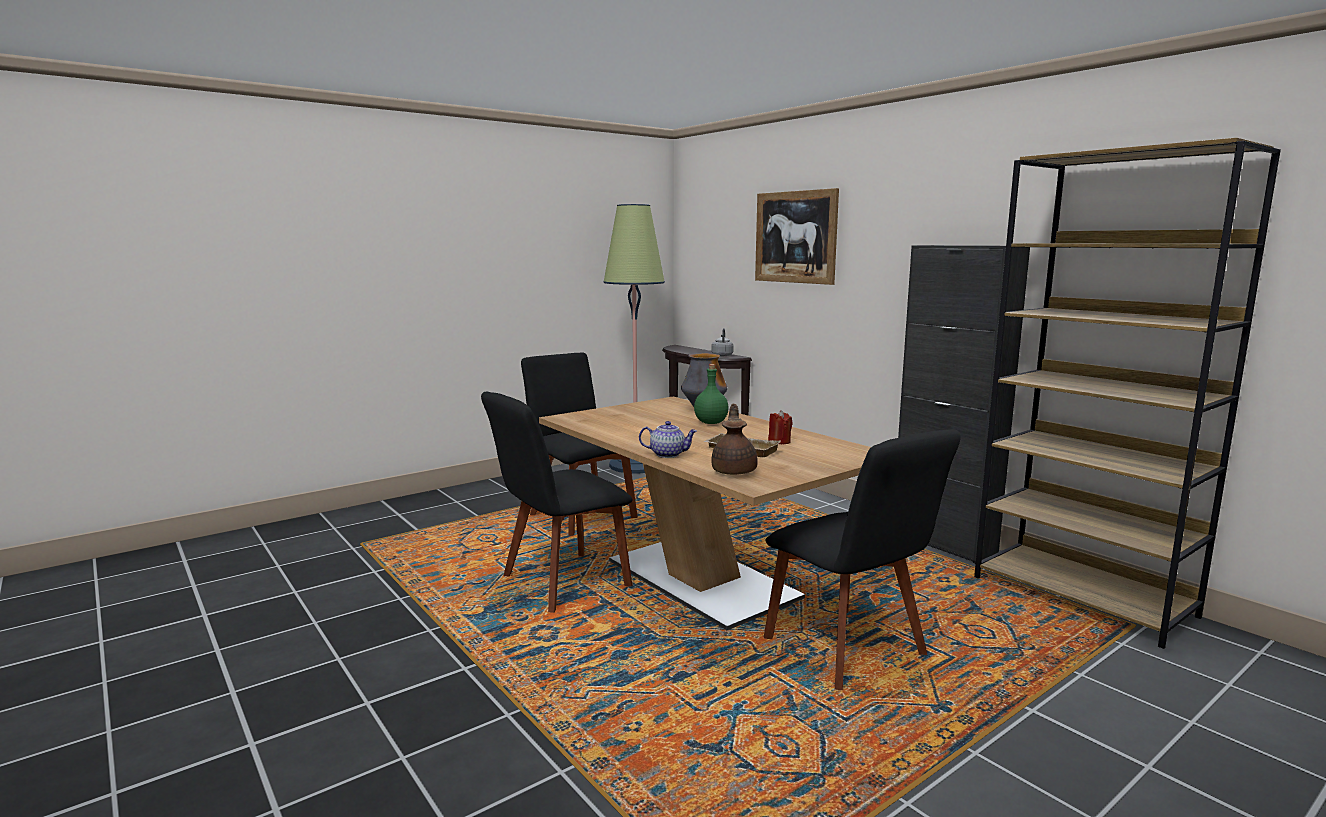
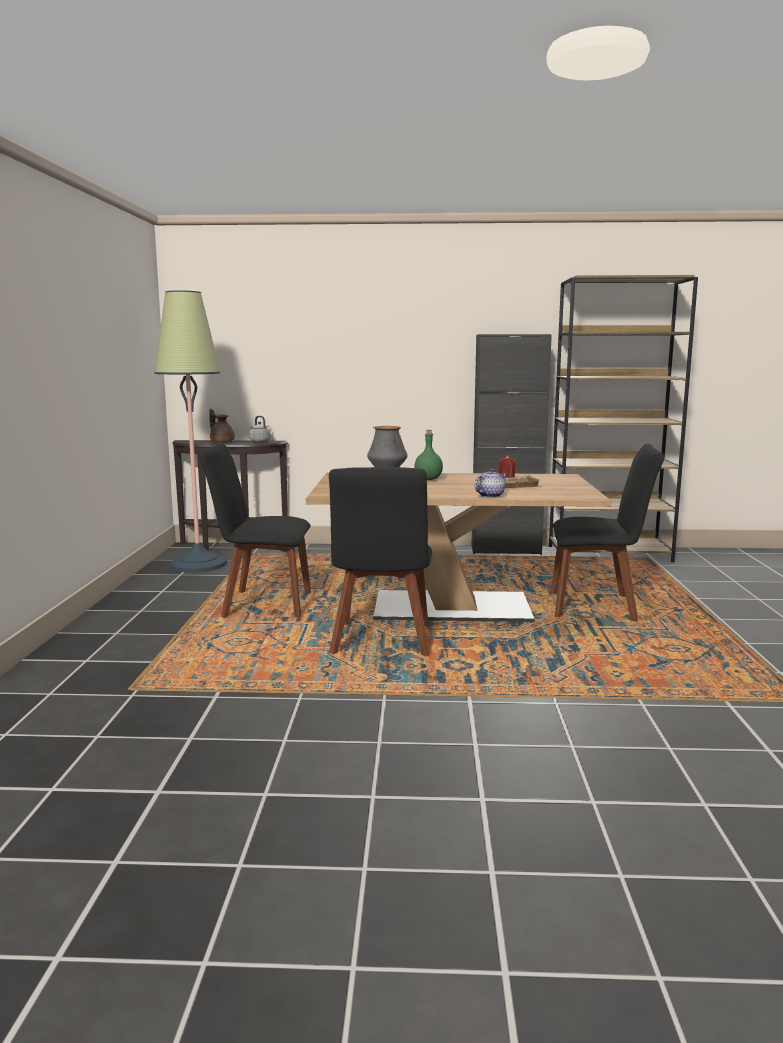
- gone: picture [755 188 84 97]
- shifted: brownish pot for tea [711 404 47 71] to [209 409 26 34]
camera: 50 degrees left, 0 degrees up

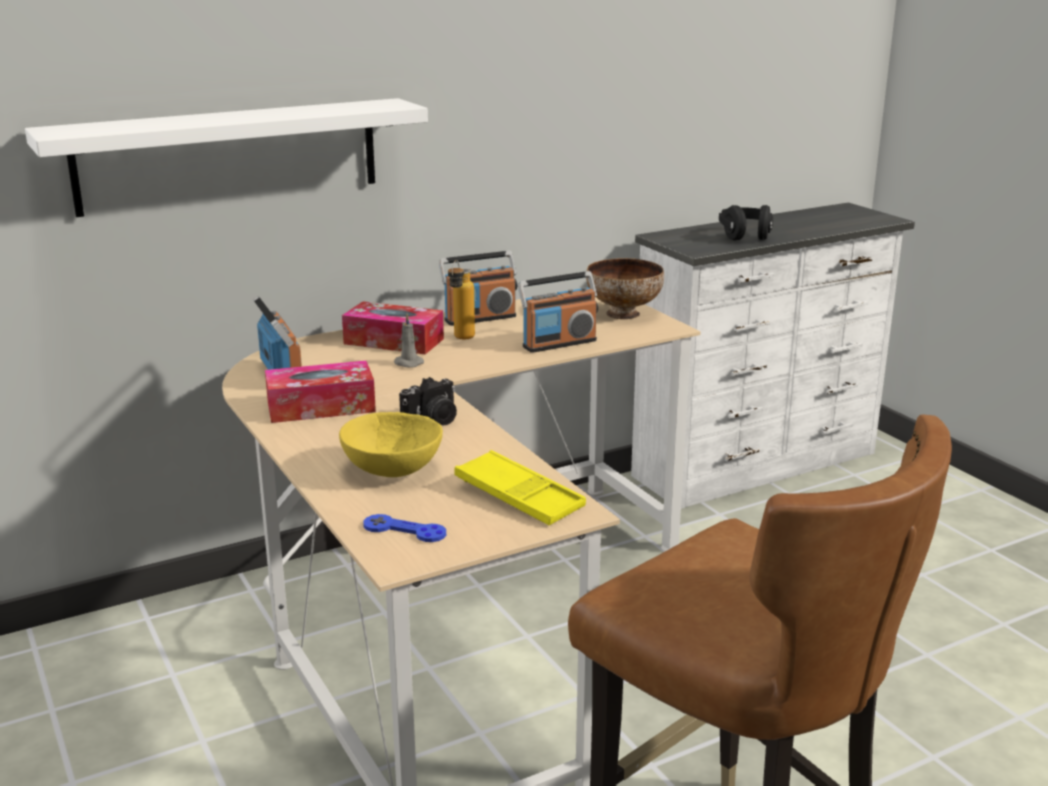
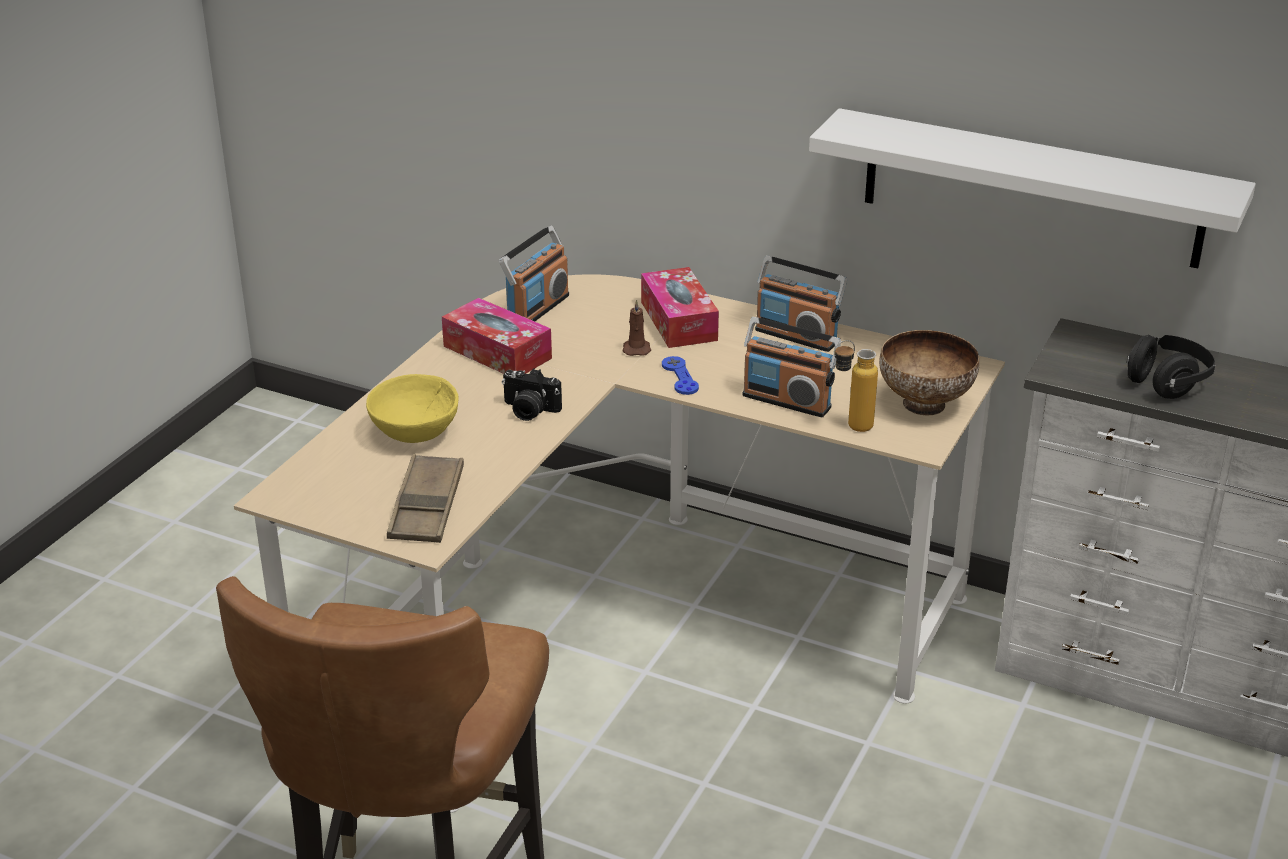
- shifted: whitish shelf [25 98 403 119] to [809 108 447 160]
- shifted: blue gamepad [363 514 83 28] to [662 356 37 39]
- shifted: drink bottle [448 260 27 79] to [834 340 44 92]
- repainted: gray candle [394 314 30 54] to brownish candle [622 299 29 57]
- repainted: yellow-coloured carrying tray [454 450 132 75] to brownish carrying tray [387 454 77 89]
camera: 55 degrees right, 10 degrees up

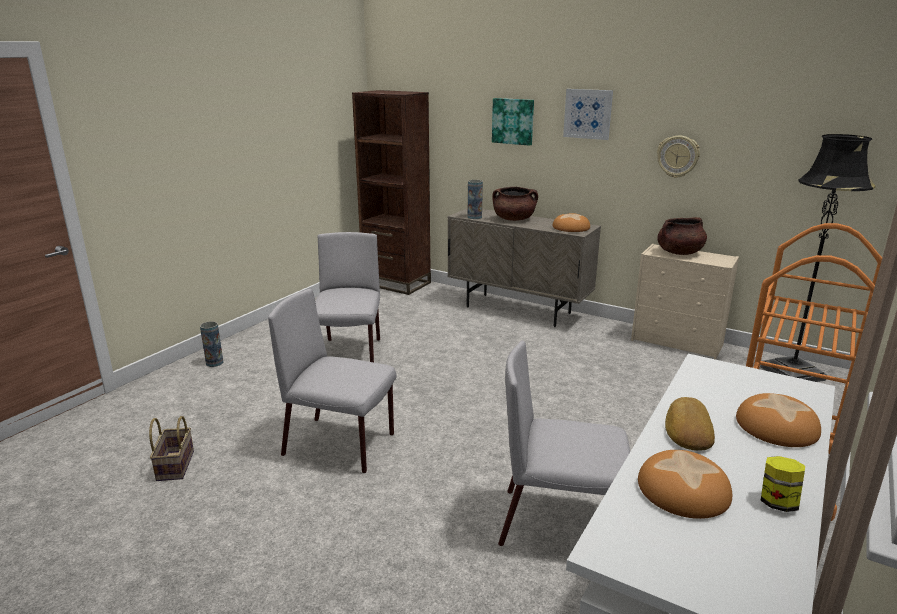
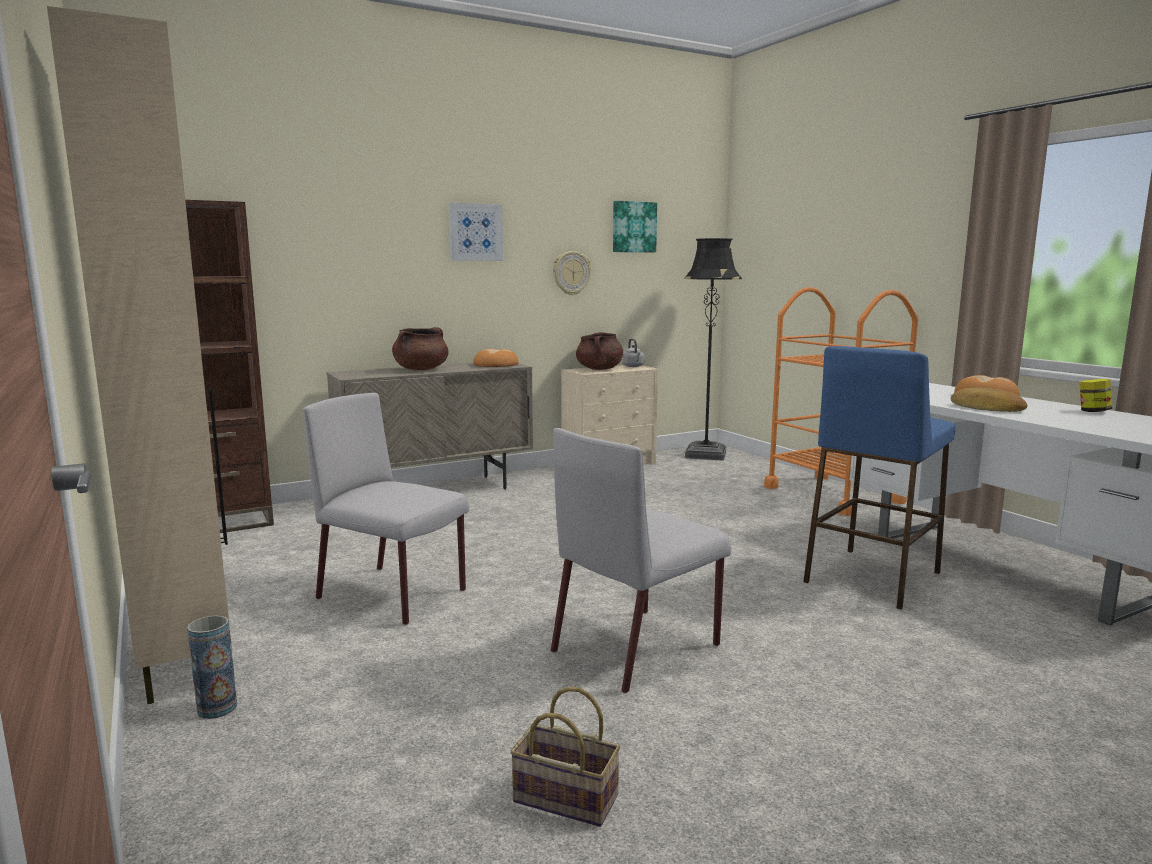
- gone: decorative vase [468 180 15 39]
- gone: bakery bread [638 450 94 69]
- new: beige-coloured cabinet [47 6 185 699]
- new: gray tea kettle [622 339 23 28]
- shifted: picture [492 98 42 48] to [613 201 44 51]
- swapped: gray chair [498 341 132 205] to blue stool seat [803 346 153 263]
camera: 60 degrees left, 10 degrees down

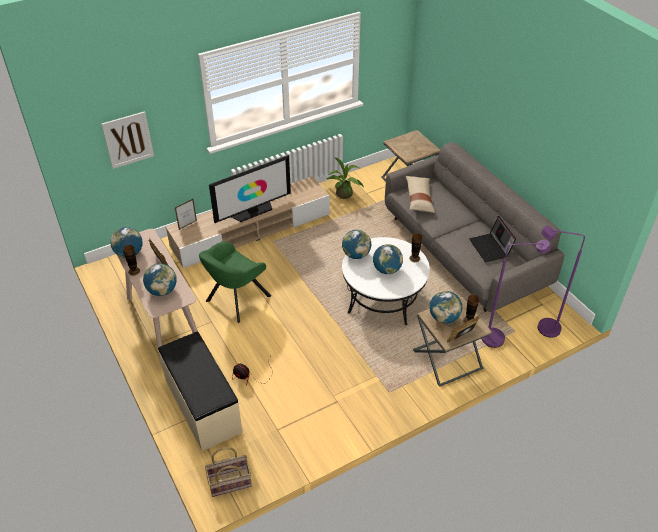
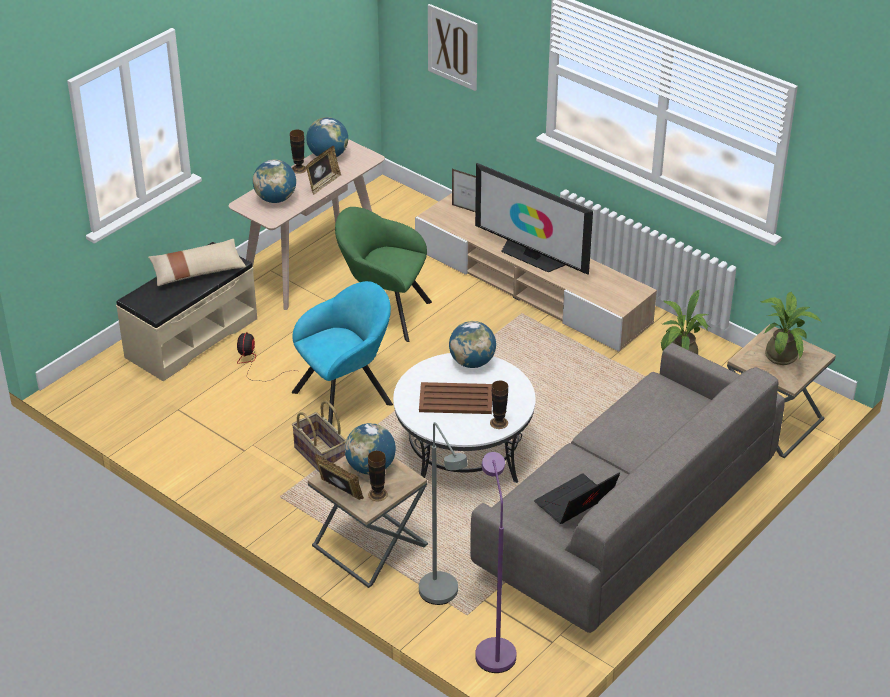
- new: blue-green armchair [292 281 101 144]
- new: plant in a pot [760 292 61 73]
- shifted: household basket [205 447 47 50] to [292 401 54 70]
- shifted: beige-coloured cushion [406 176 29 37] to [148 239 98 47]
- swapped: world globe [373 244 30 30] to brownish carrying tray [419 382 73 32]
- repainted: purplish standing lamp [482 240 69 108] to gray standing lamp [419 422 49 183]
camera: 70 degrees right, 5 degrees down

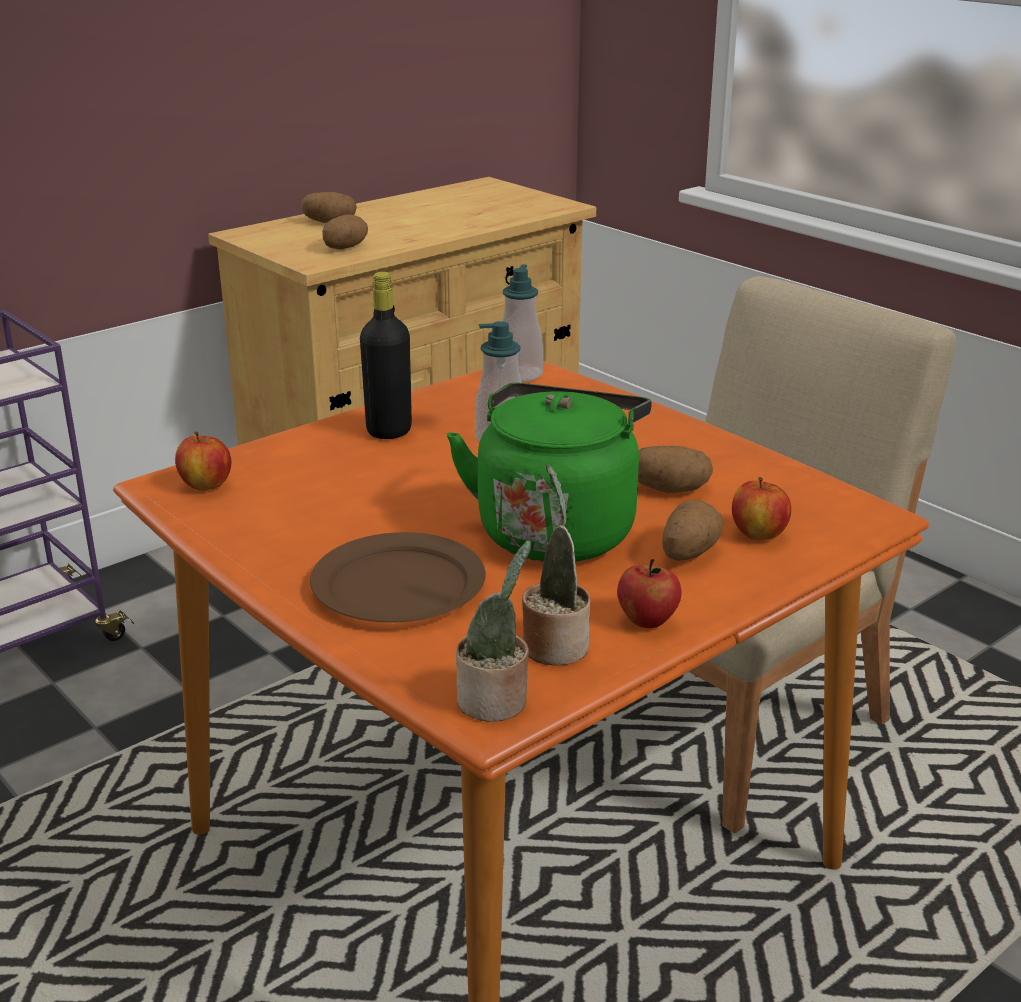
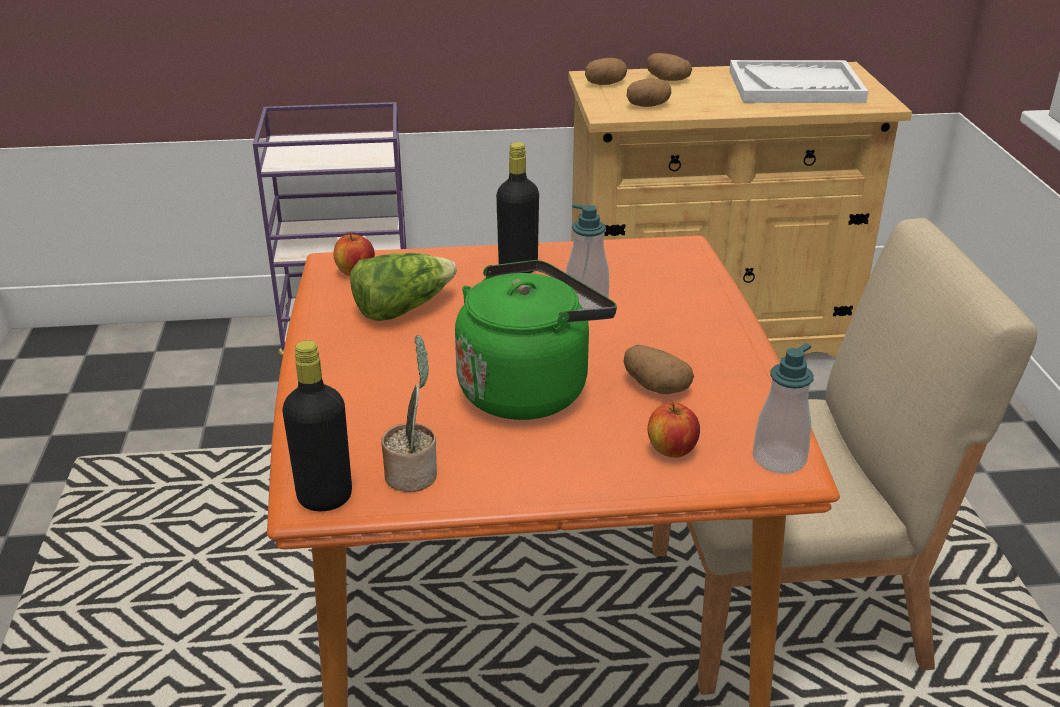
- gone: brownish flat dish [310 532 176 91]
- gone: whole apple [617 559 65 69]
- new: lettuce [350 253 107 68]
- new: whitish carrying tray [729 60 139 43]
- shifted: soap bottle [502 264 41 118] to [753 343 61 131]
- shifted: spud [662 500 61 61] to [585 58 42 27]
- swapped: plant in a pot [456 540 75 182] to black-coloured drink bottle [282 340 70 171]
camera: 35 degrees right, 5 degrees up

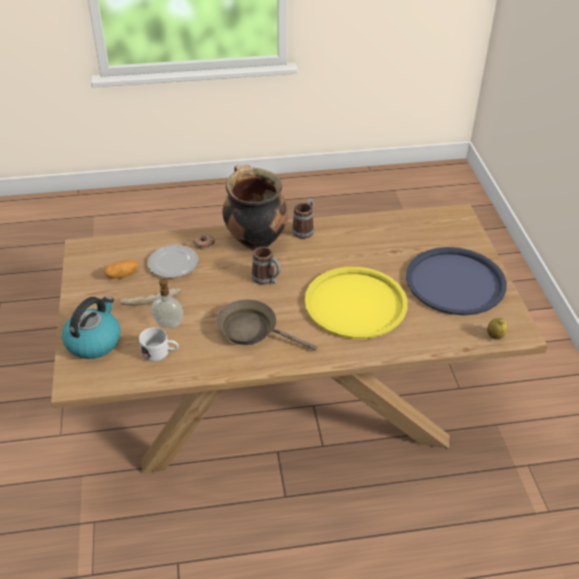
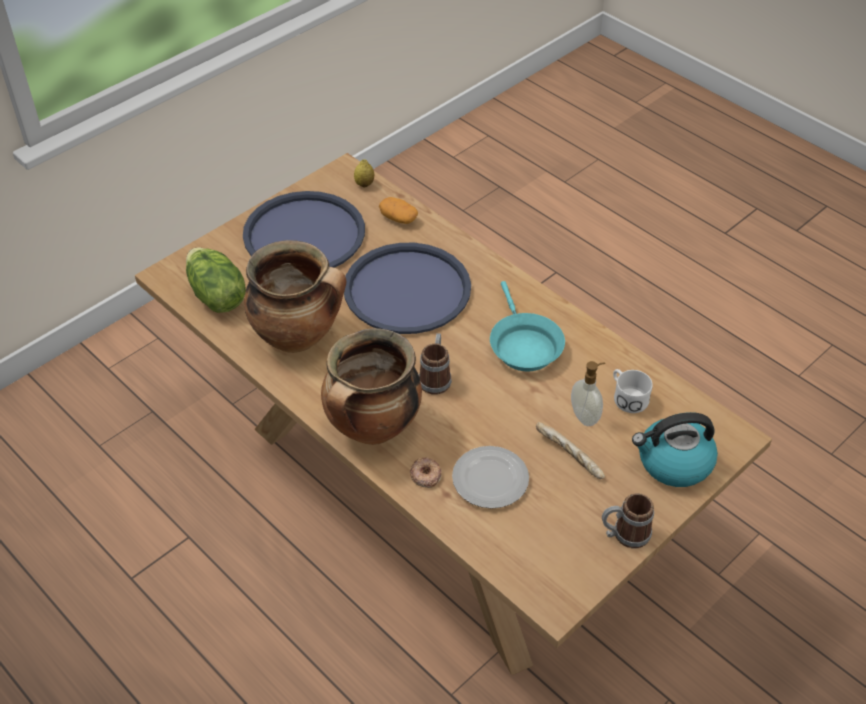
- new: lettuce [186 247 60 66]
- new: saucepot [244 240 102 113]
- shifted: spud [104 259 34 20] to [379 197 39 27]
- shifted: mug [292 198 22 41] to [602 493 52 55]
- repainted: brownish pan [217 300 100 50] to blue-green pan [490 281 75 90]
- repainted: yellow-coloured carrying tray [305 267 103 72] to blue carrying tray [344 243 127 91]
camera: 125 degrees left, 5 degrees up

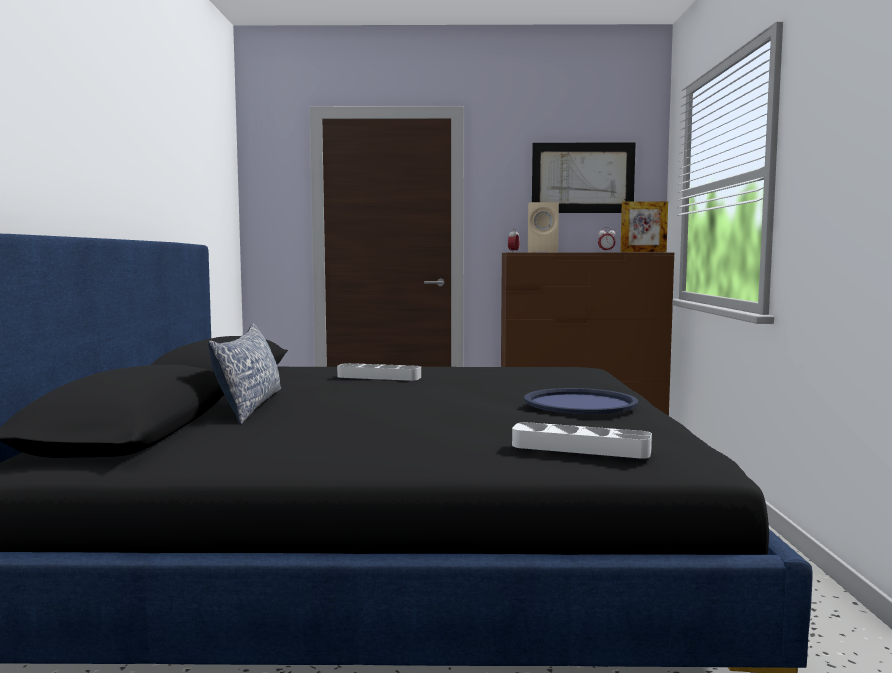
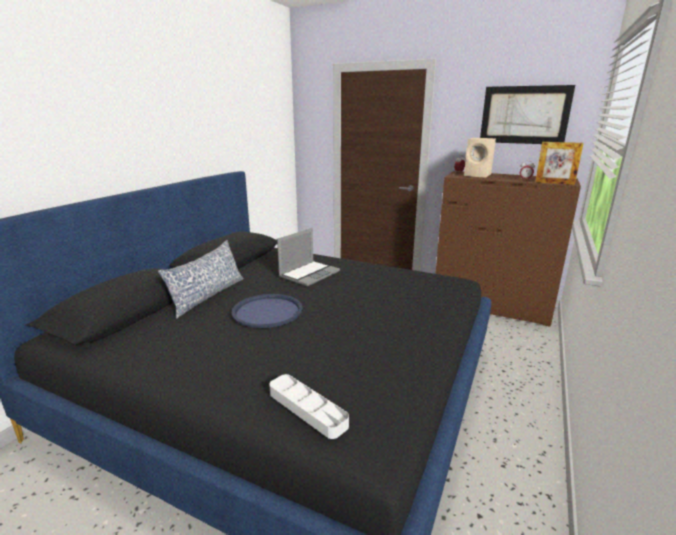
- shifted: blue carrying tray [524 388 114 26] to [231 294 72 34]
- swapped: gray carrying tray [337 363 84 18] to portable computer [277 228 63 58]
camera: 25 degrees right, 15 degrees up

